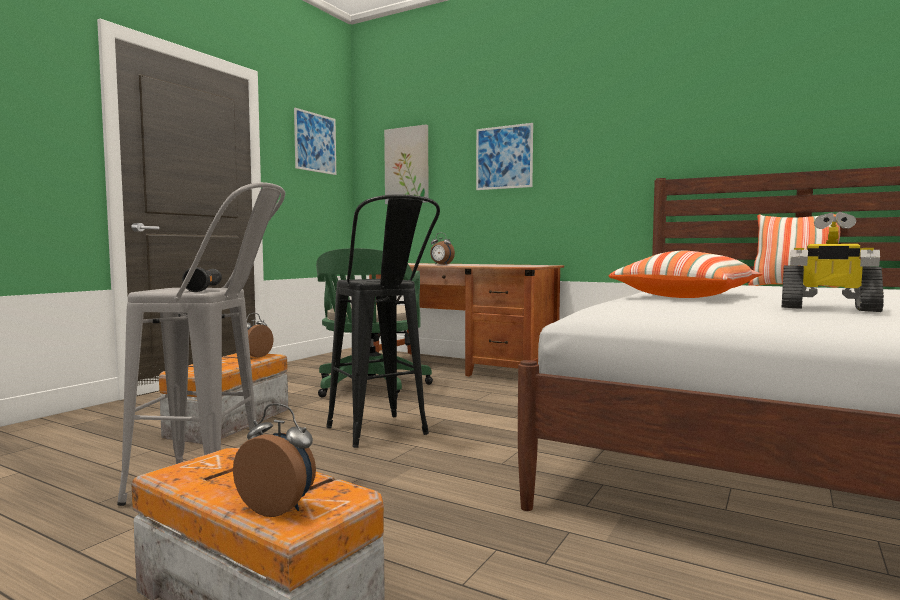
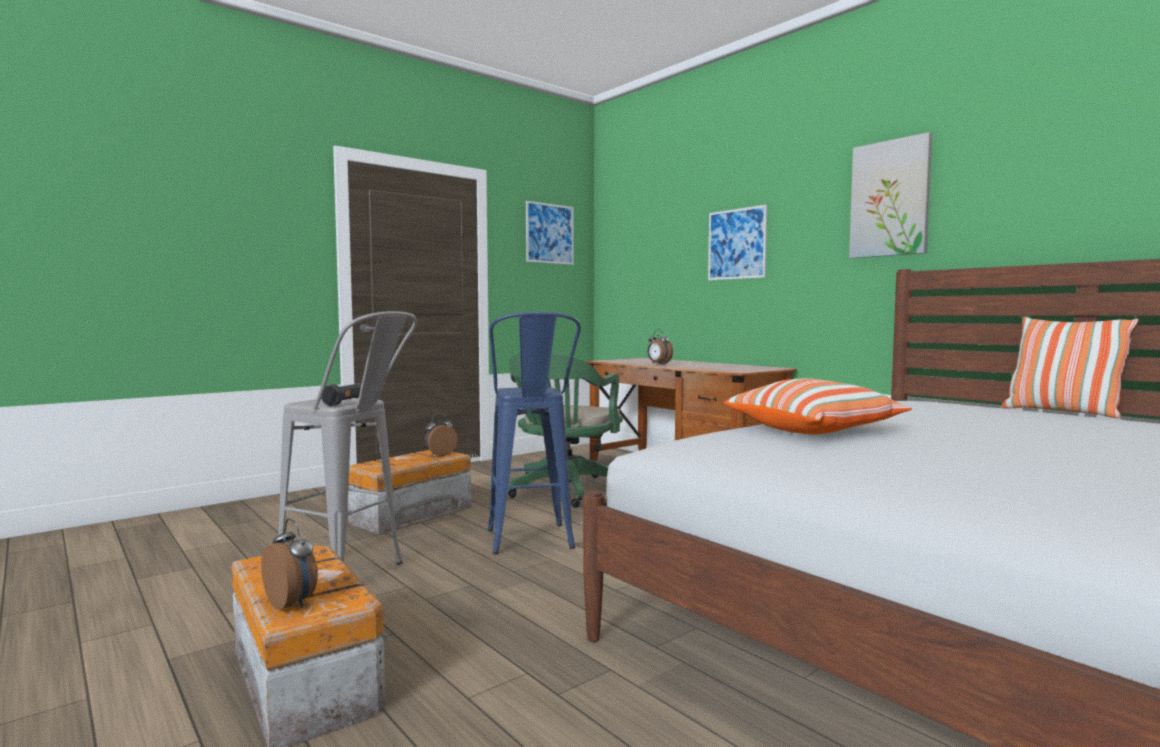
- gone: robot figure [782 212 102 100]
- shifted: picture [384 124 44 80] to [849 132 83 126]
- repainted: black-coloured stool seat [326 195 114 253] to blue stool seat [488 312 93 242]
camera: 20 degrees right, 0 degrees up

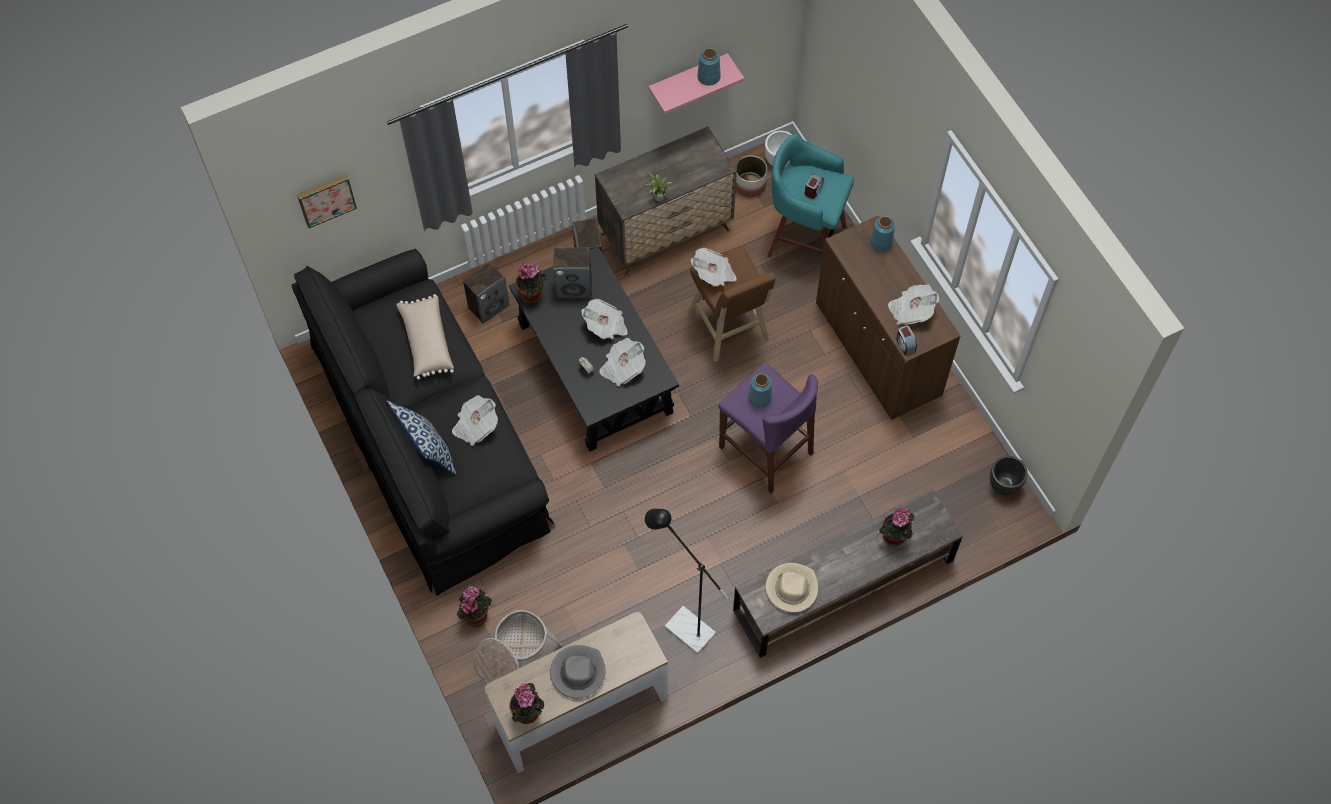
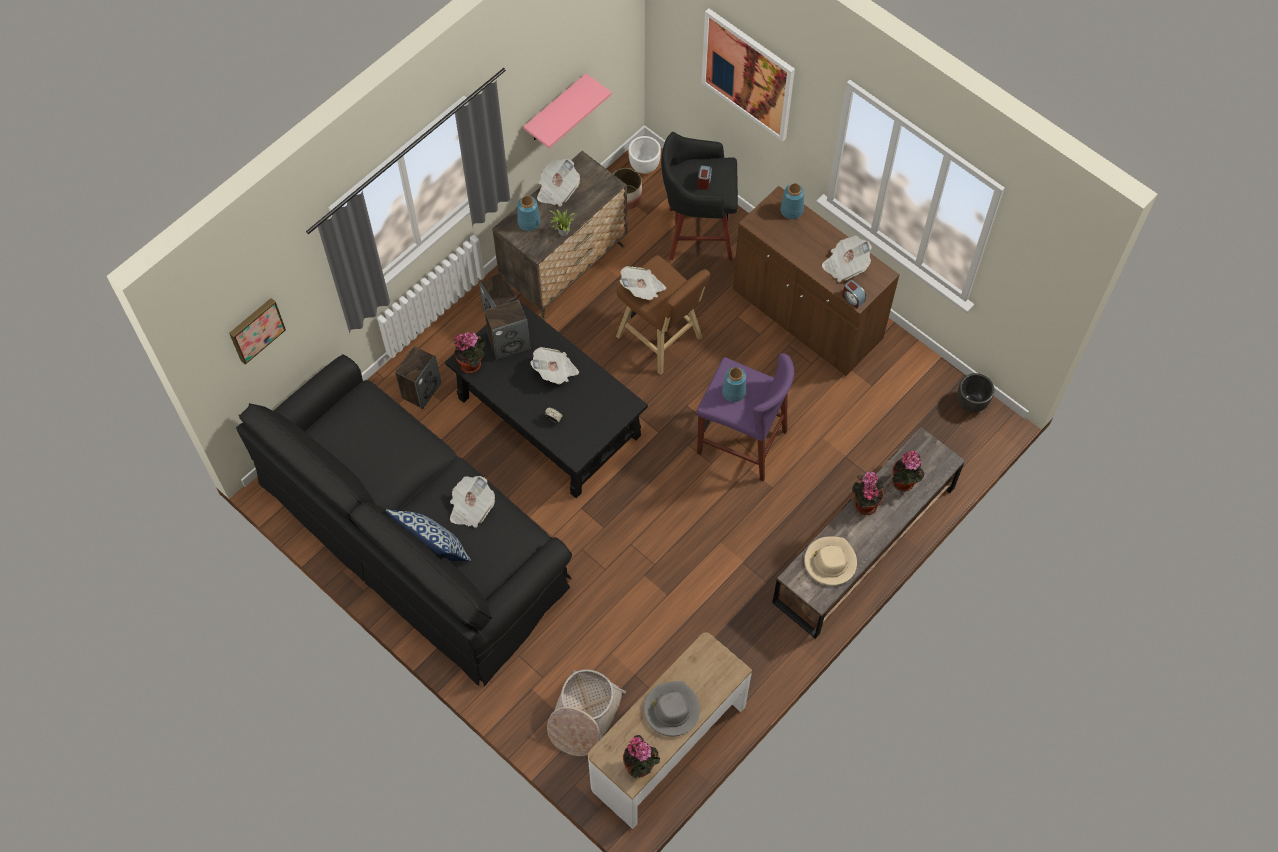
- gone: beige-coloured cushion [396 294 58 86]
- gone: black-coloured standing lamp [645 509 83 145]
- new: picture [701 8 94 134]
- shifted: plant in a pot [457 586 35 41] to [852 471 32 44]
- shifted: printed paper [599 338 47 49] to [537 159 43 47]
- shifted: blue decorative vase [697 48 24 38] to [517 196 24 35]
- repainted: blue-green stool seat [767 133 87 124] to black-coloured stool seat [661 132 77 129]
camera: 20 degrees left, 0 degrees up

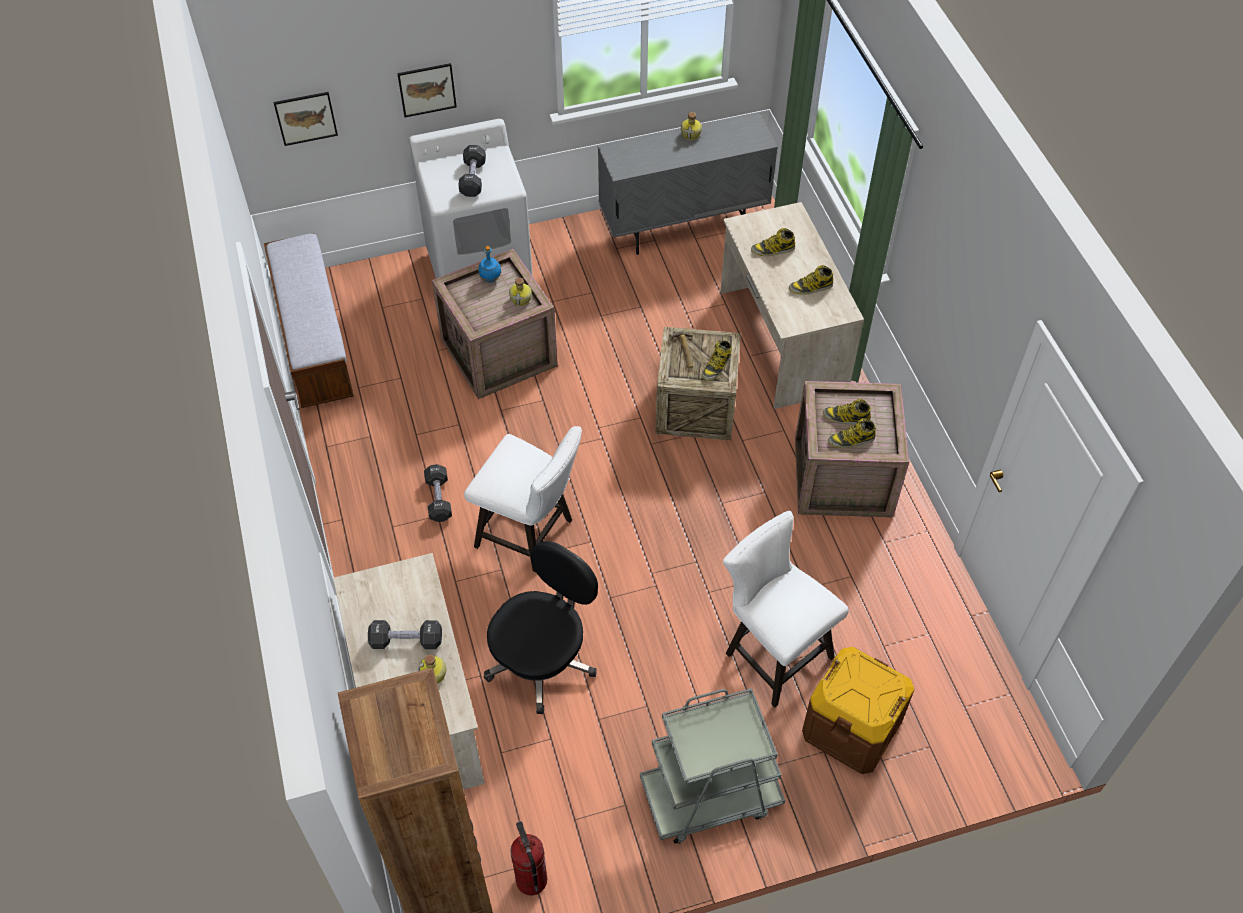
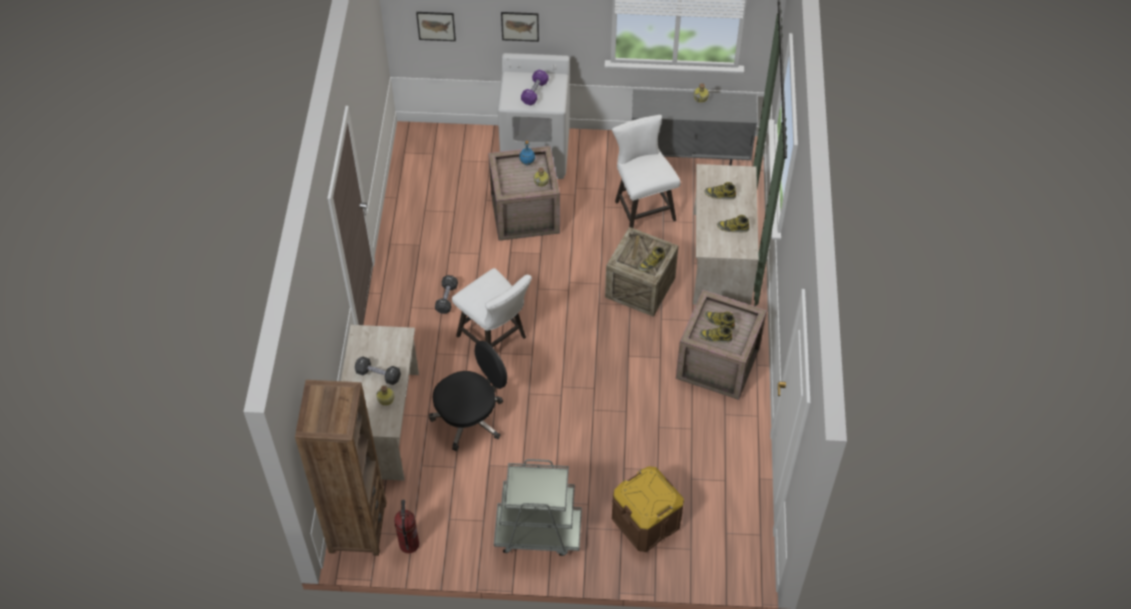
- gone: long seat [264 233 90 175]
- shifted: whitish stool seat [723 511 126 197] to [612 115 69 113]
- repainted: black-coloured dumbbell [458 145 28 52] to purplish dumbbell [521 70 28 35]
camera: 20 degrees right, 0 degrees up

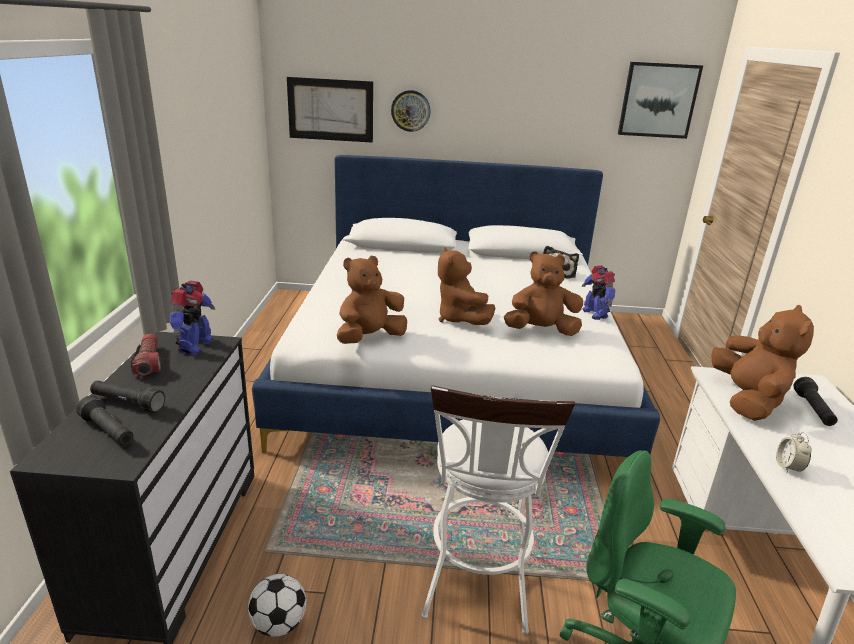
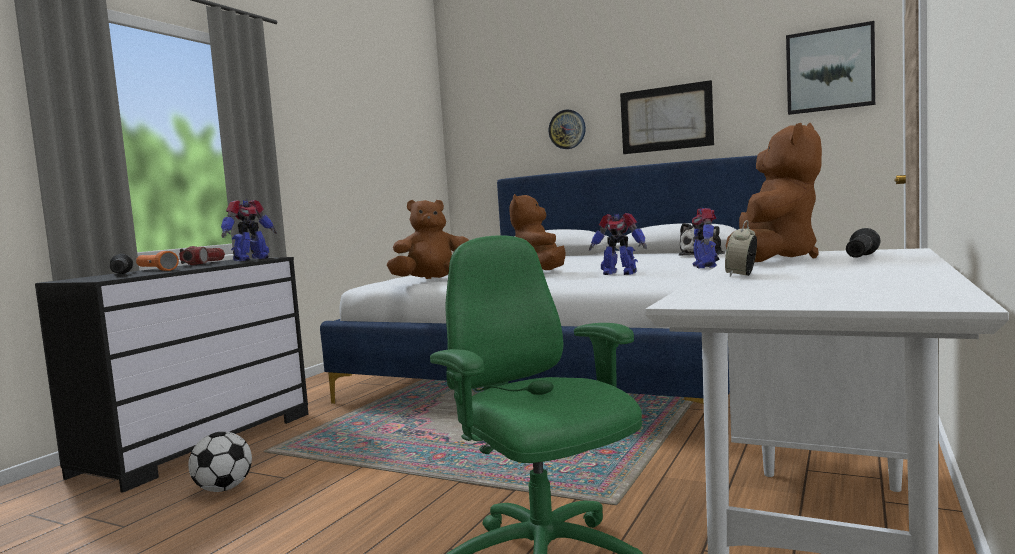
- gone: whitish stool seat [421 385 154 249]
- shifted: picture [287 77 86 66] to [620 80 94 74]
- swapped: brownish soft toy [504 251 79 85] to robot figure [589 213 58 62]
- repainted: black-coloured hand torch [90 380 75 33] to orange-coloured hand torch [136 251 43 20]
camera: 25 degrees right, 20 degrees down

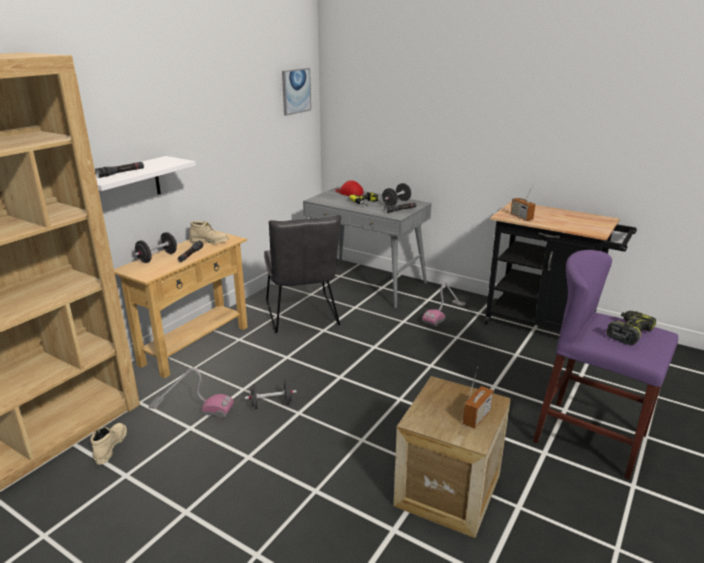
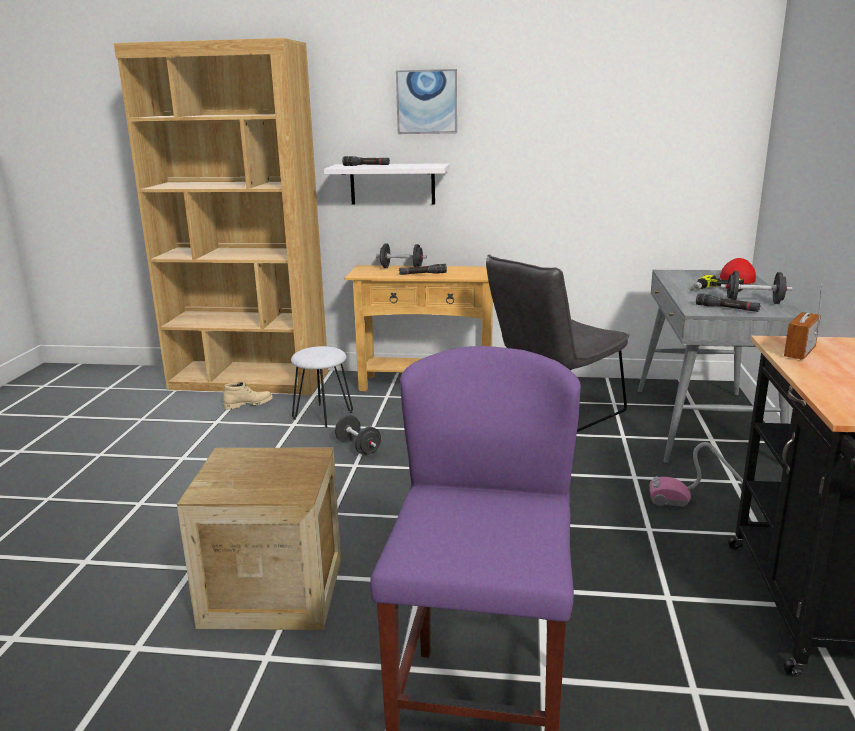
- gone: beige-coloured high-top boot [189 221 40 23]
- gone: radio receiver [463 367 30 62]
- gone: electric drill [607 311 49 34]
- shifted: picture [282 68 29 48] to [396 69 61 65]
- swapped: vacuum cleaner [149 368 85 50] to whitish stool seat [291 346 62 82]
camera: 65 degrees right, 5 degrees down

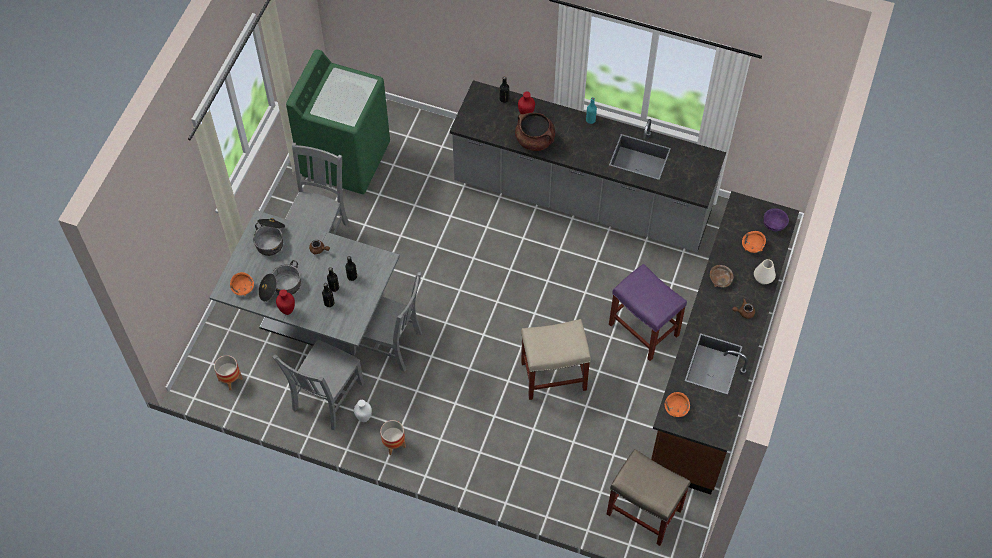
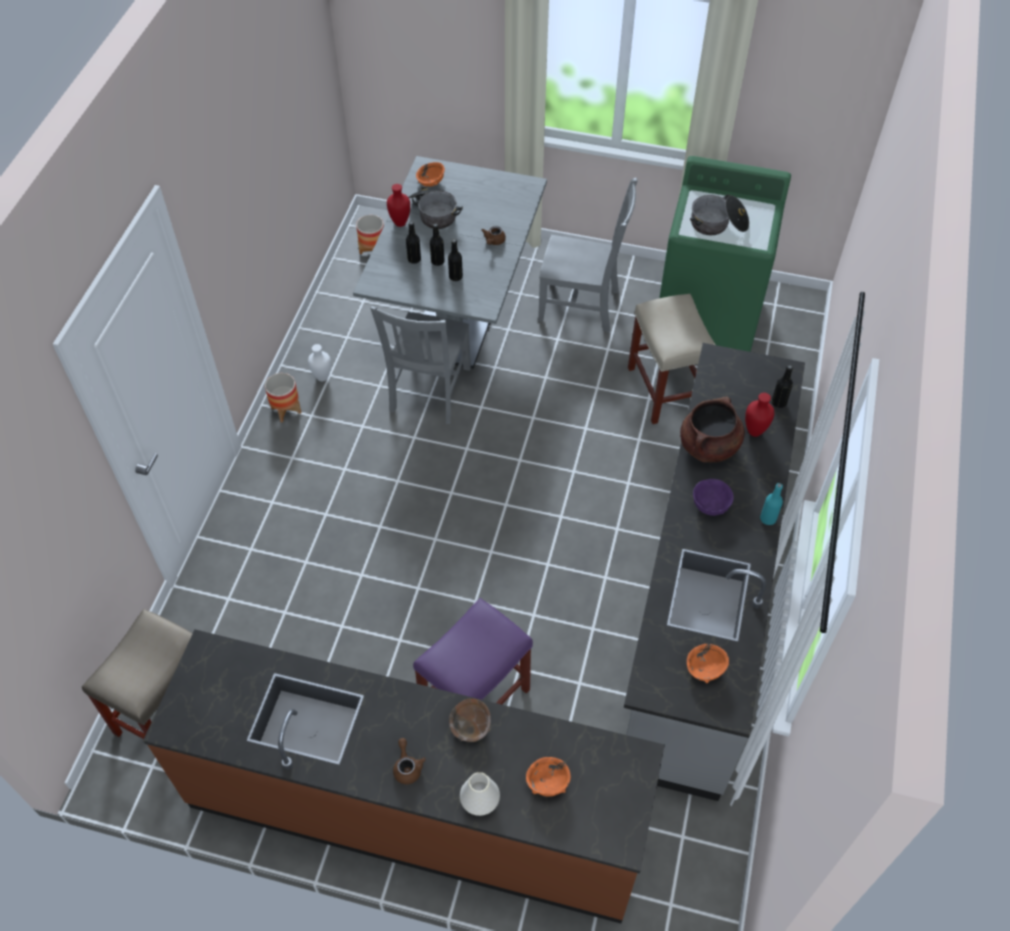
- gone: gray chair [272 340 92 90]
- shifted: saucepot [253 218 32 38] to [690 194 59 41]
- shifted: beige-coloured stool seat [521 319 70 81] to [628 294 88 130]
- shifted: orange-coloured bowl [665 392 25 26] to [687 644 42 39]
- shifted: purplish bowl [764 208 25 23] to [693 479 41 37]
camera: 85 degrees right, 5 degrees down

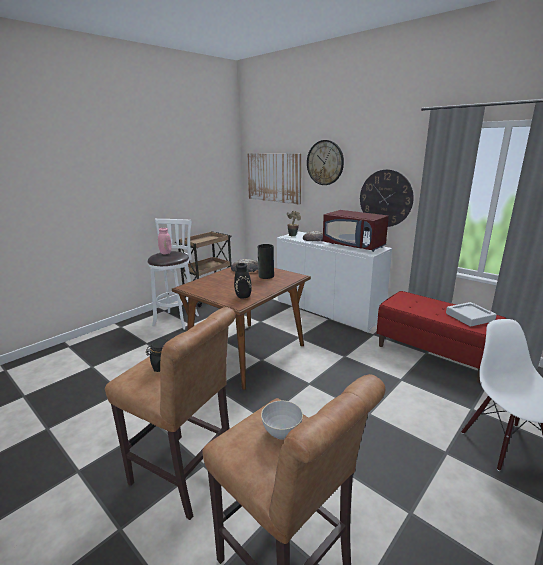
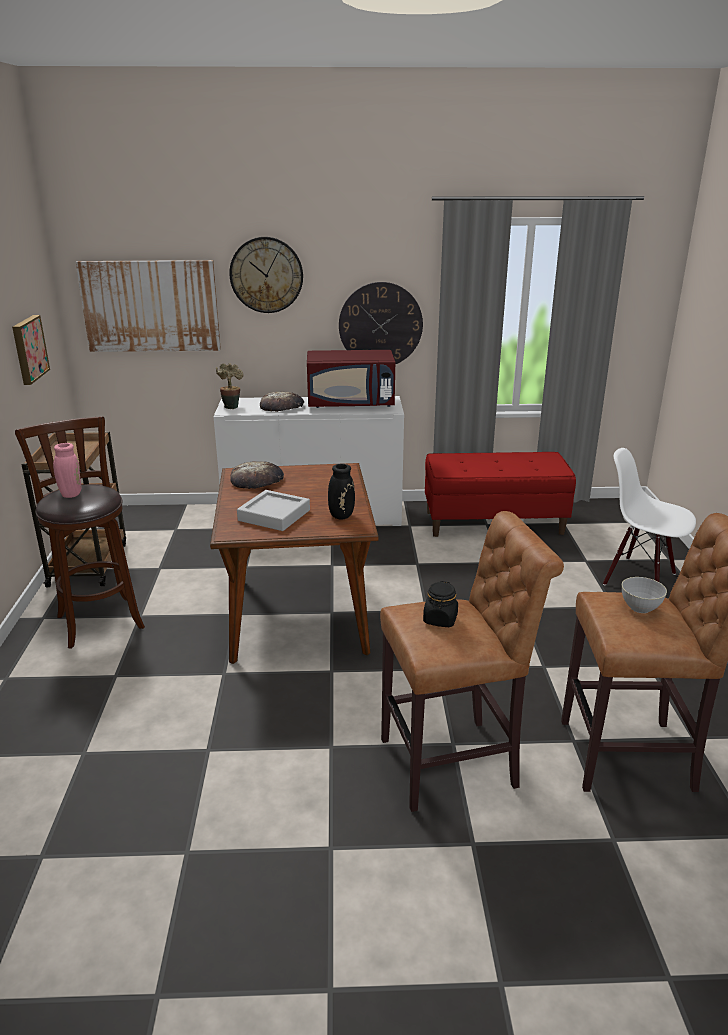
- gone: decorative vase [258 244 16 35]
- new: picture [12 315 38 70]
- shifted: gray carrying tray [446 302 51 25] to [237 490 73 41]
- repainted: whitish stool seat [148 218 51 112] to brownish stool seat [15 416 130 233]
camera: 45 degrees left, 5 degrees up

